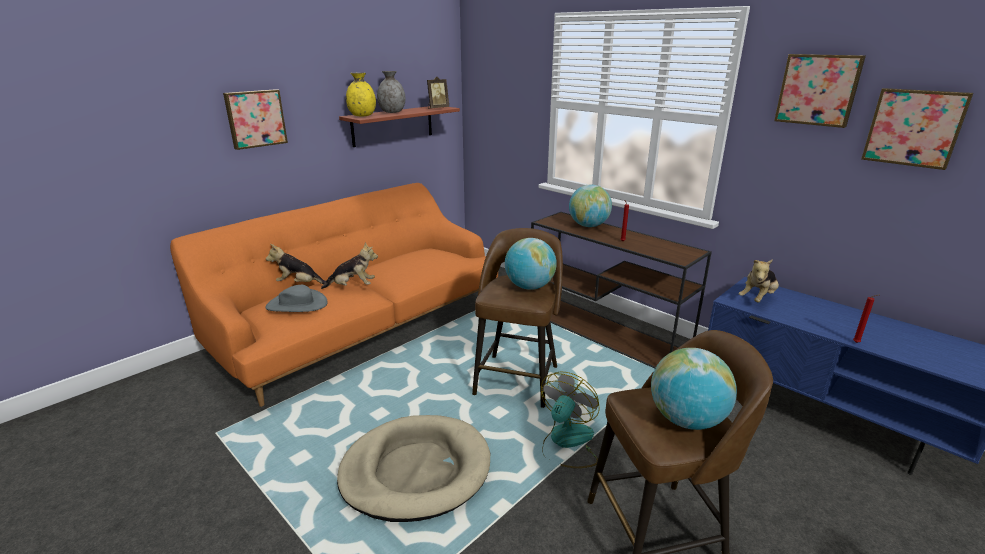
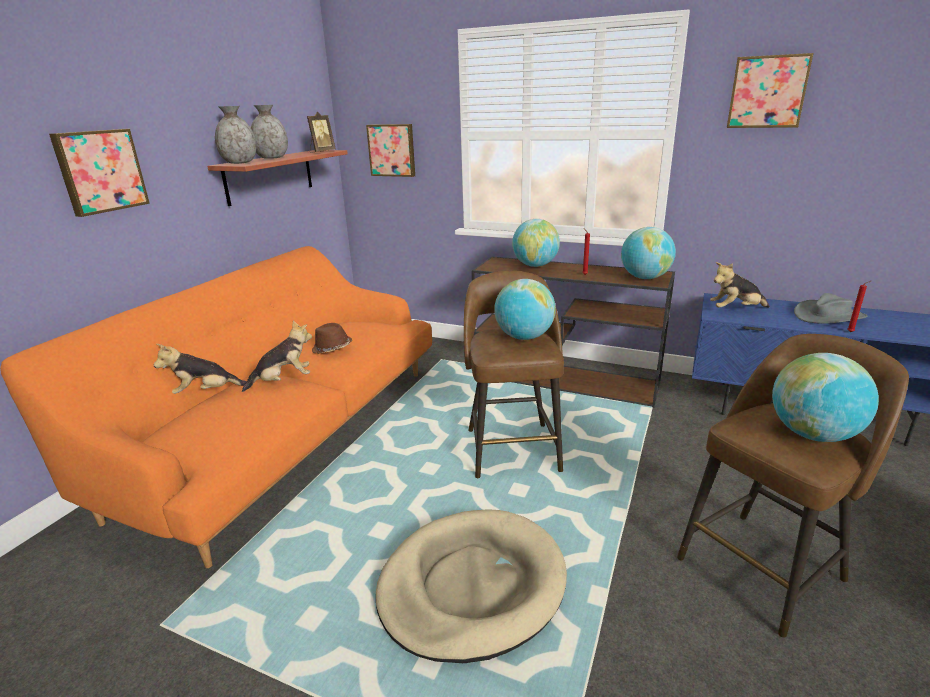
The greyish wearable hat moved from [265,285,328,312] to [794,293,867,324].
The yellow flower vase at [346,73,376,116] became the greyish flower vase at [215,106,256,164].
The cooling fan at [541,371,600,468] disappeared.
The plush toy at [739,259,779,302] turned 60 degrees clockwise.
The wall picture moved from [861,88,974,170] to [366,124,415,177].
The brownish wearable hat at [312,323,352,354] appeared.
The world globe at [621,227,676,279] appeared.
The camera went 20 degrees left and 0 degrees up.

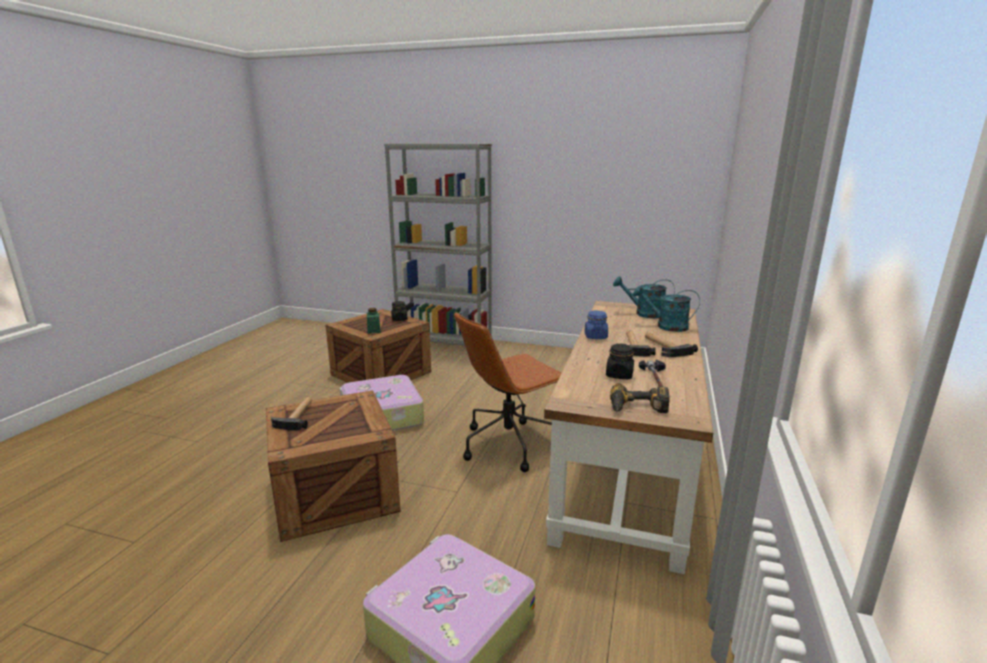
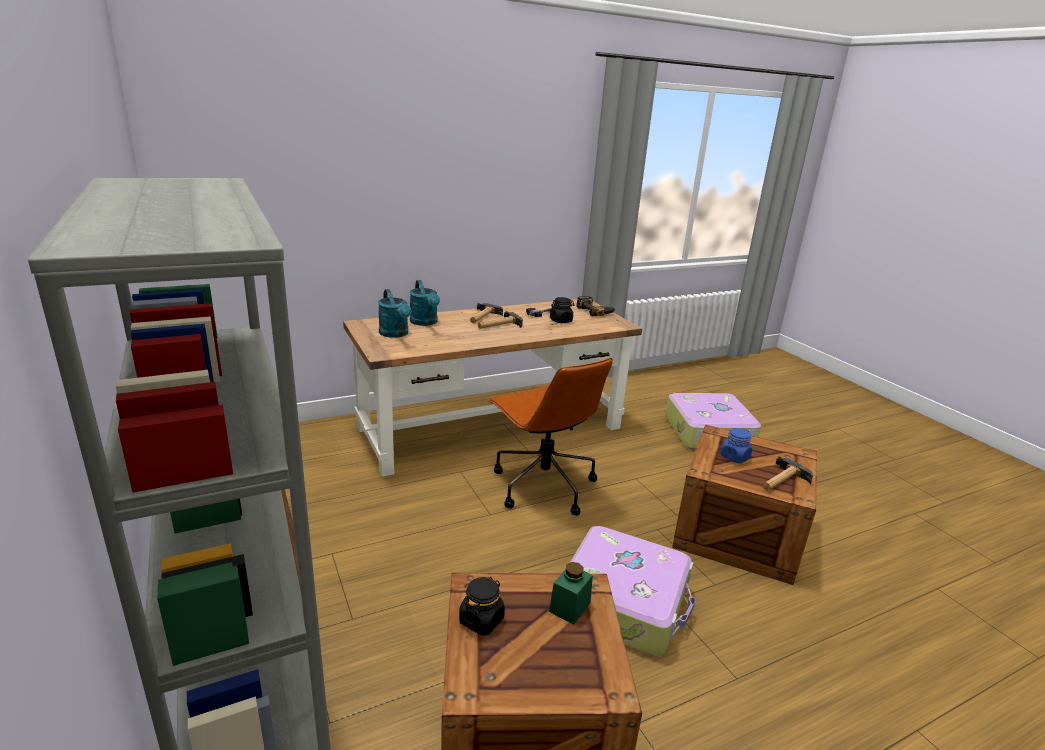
The brownish office chair at [454,312,562,472] turned 45 degrees clockwise.
The blue preserve jar moved from [584,311,608,339] to [720,428,752,464].
The camera went 135 degrees left and 5 degrees up.

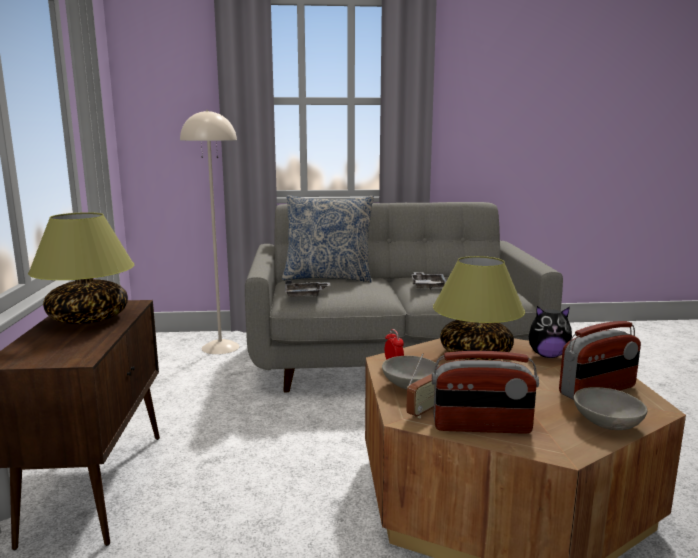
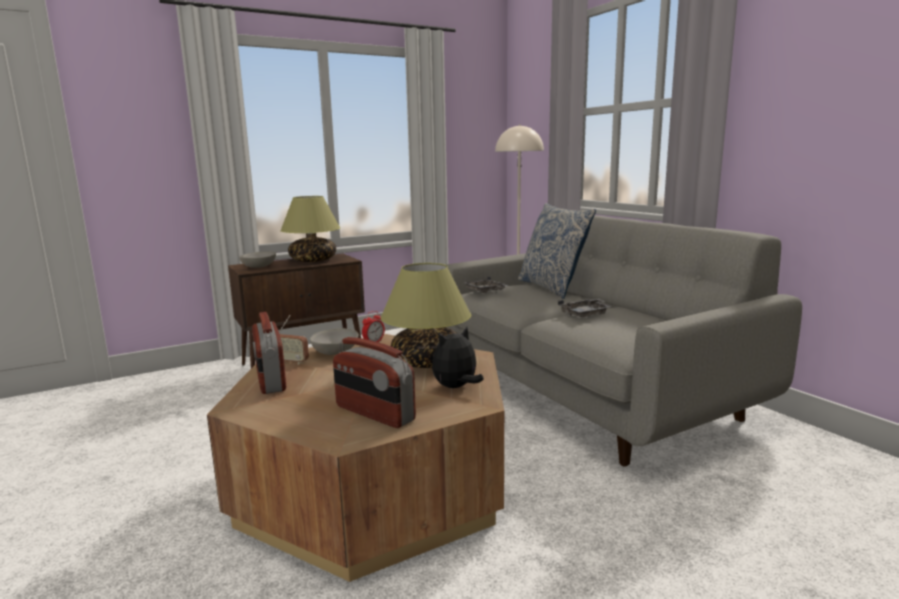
The plush toy at [529,306,572,358] turned 75 degrees clockwise.
The greyish serving bowl moved from [574,387,647,430] to [239,252,276,268].
The camera went 65 degrees right and 0 degrees up.

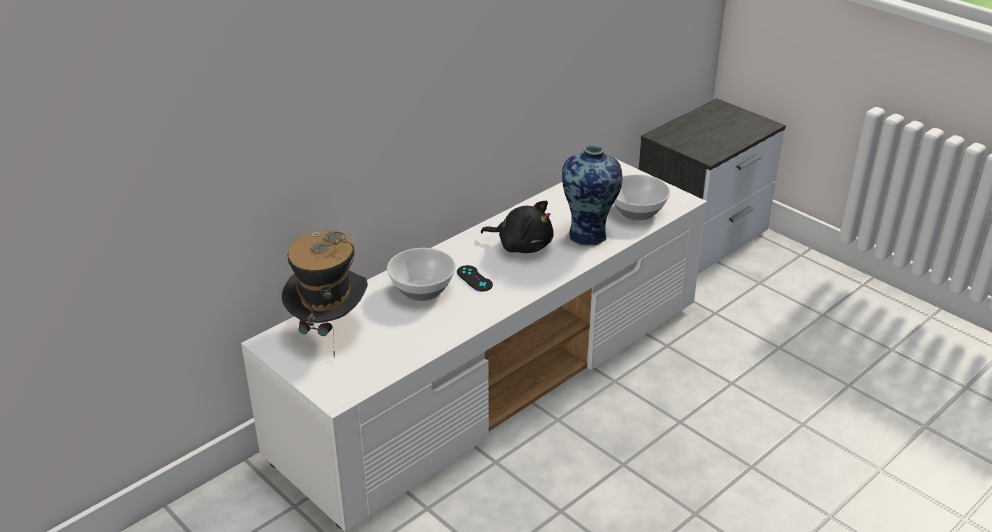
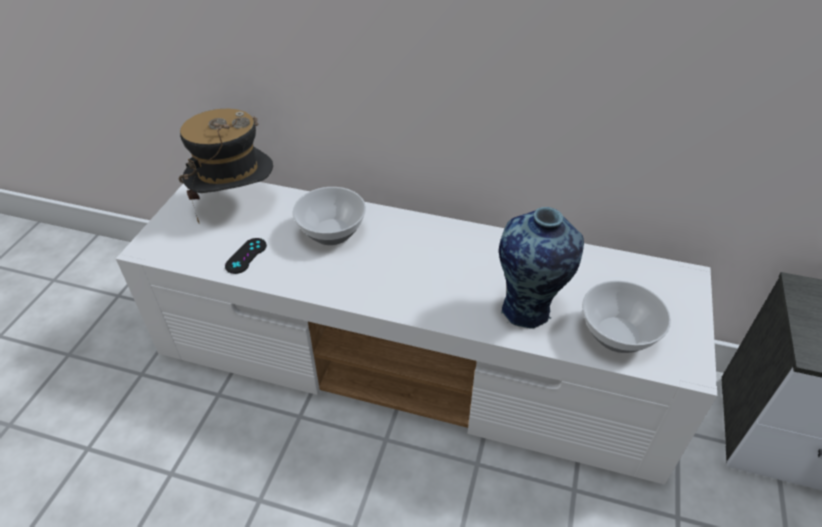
The black-coloured joypad moved from [457,265,493,291] to [225,238,267,274].
The black-coloured plush toy at [481,201,554,253] disappeared.
The camera went 60 degrees right and 10 degrees up.

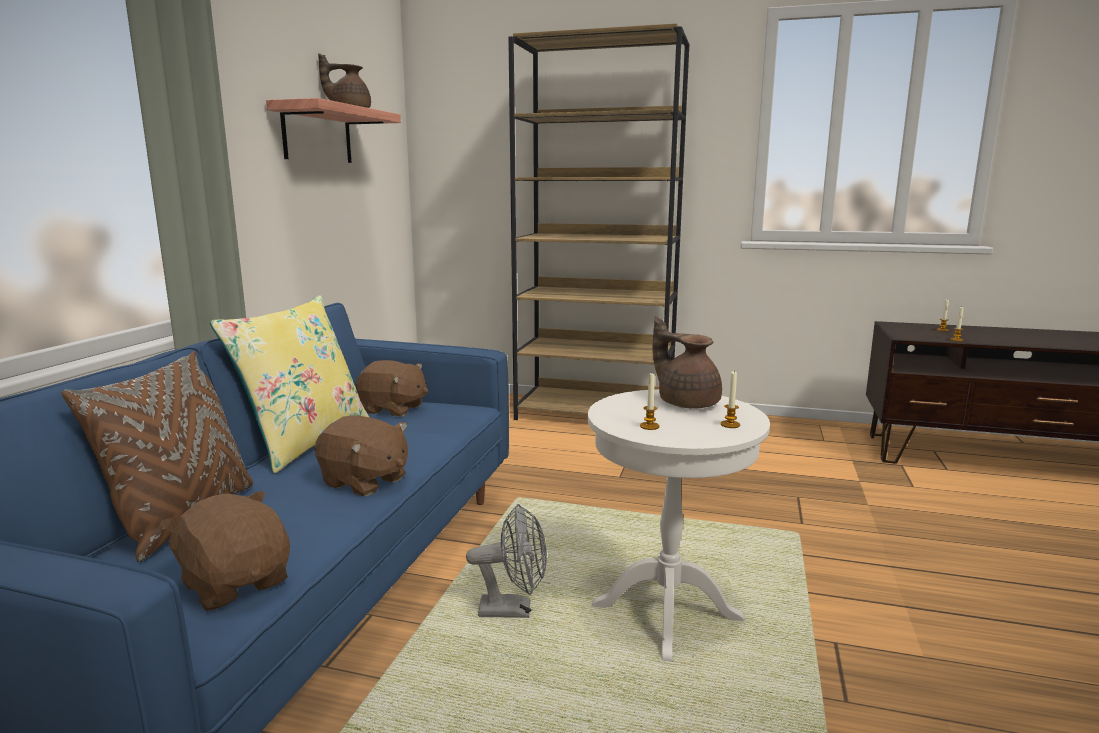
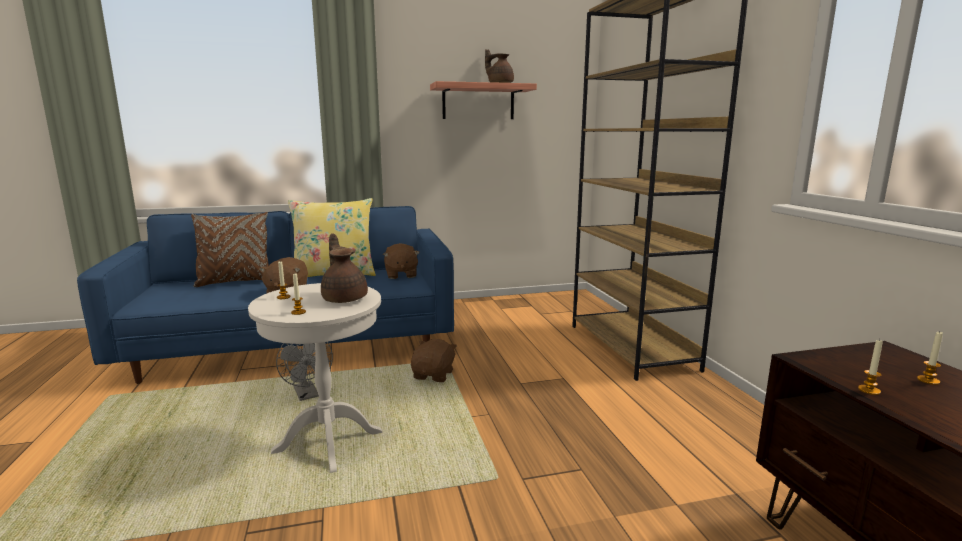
The brownish plush toy moved from [160,490,290,611] to [411,339,457,382].
The brownish teapot at [653,316,722,408] turned 45 degrees counterclockwise.
The camera went 60 degrees right and 0 degrees up.

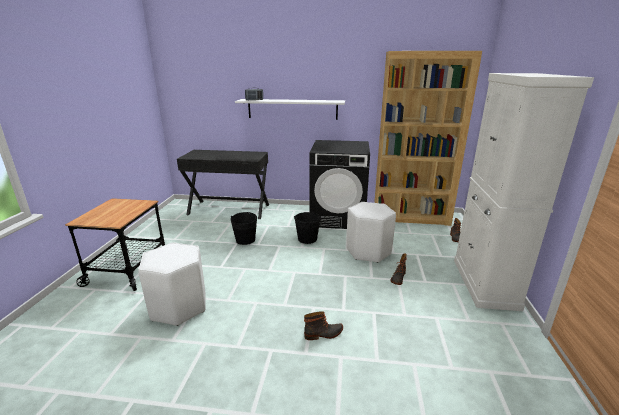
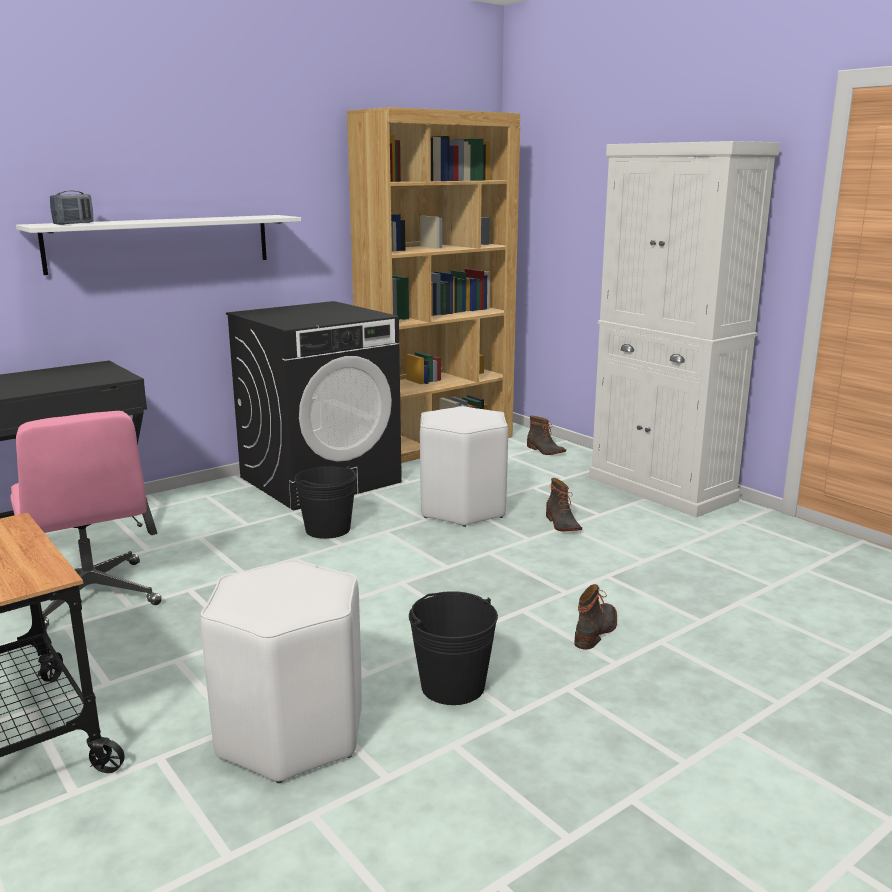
The black-coloured water bucket moved from [230,212,257,245] to [409,591,498,705].
The pink office chair at [10,411,162,630] appeared.
The camera went 45 degrees left and 5 degrees down.

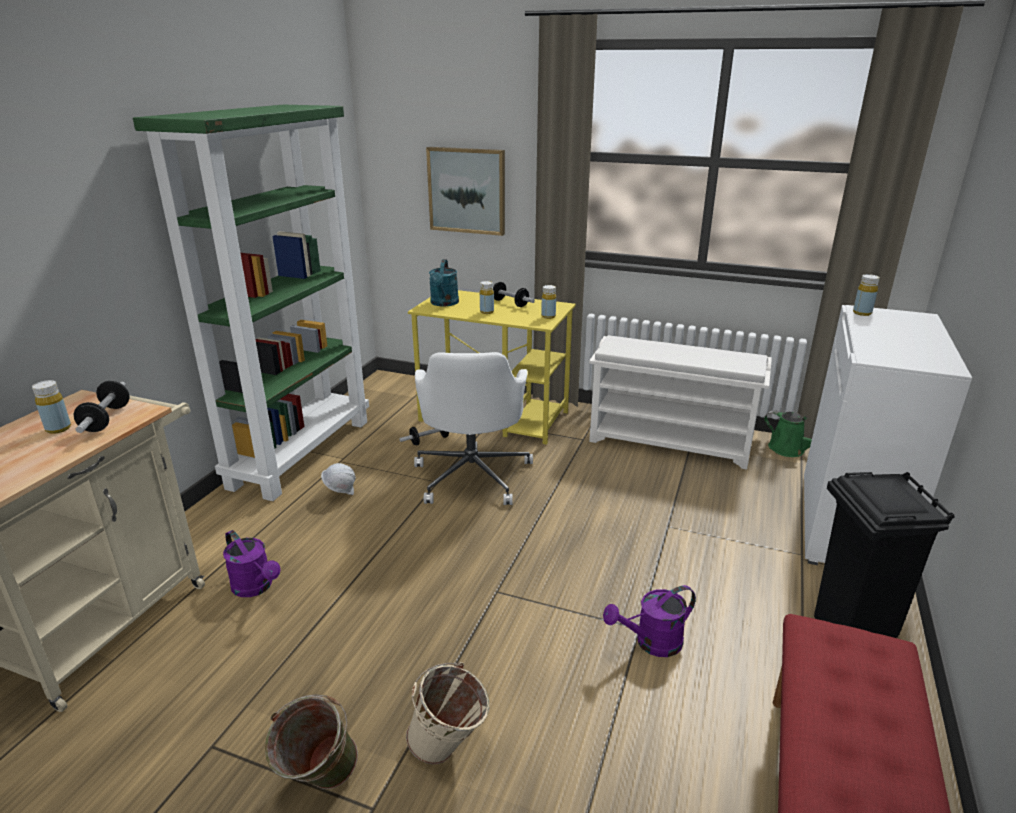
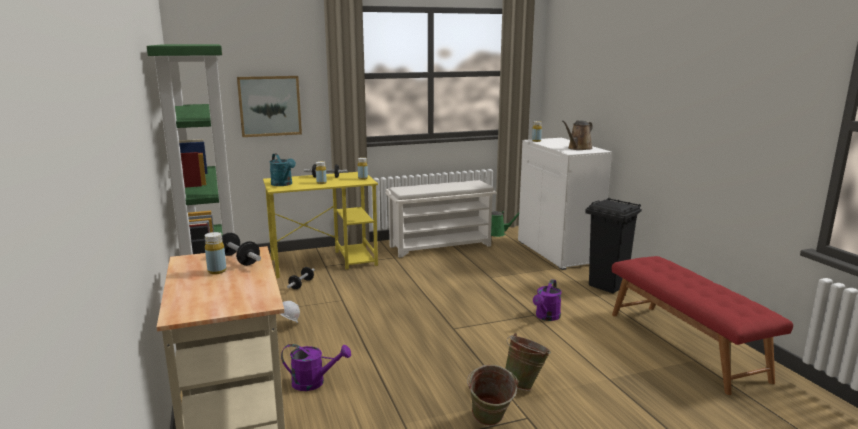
The beige-coloured water bucket at [406,662,489,764] became the green water bucket at [505,333,551,391].
The white-coloured office chair at [414,352,533,505] disappeared.
The brownish watering can at [562,120,593,150] appeared.
The camera went 40 degrees left and 10 degrees down.

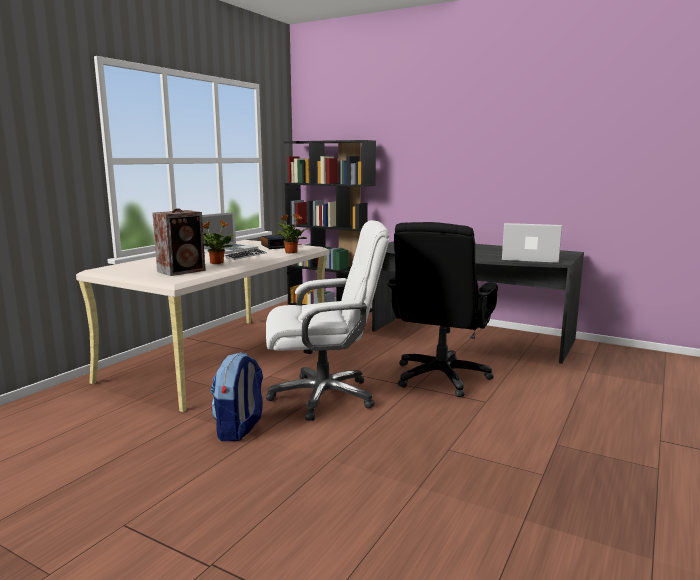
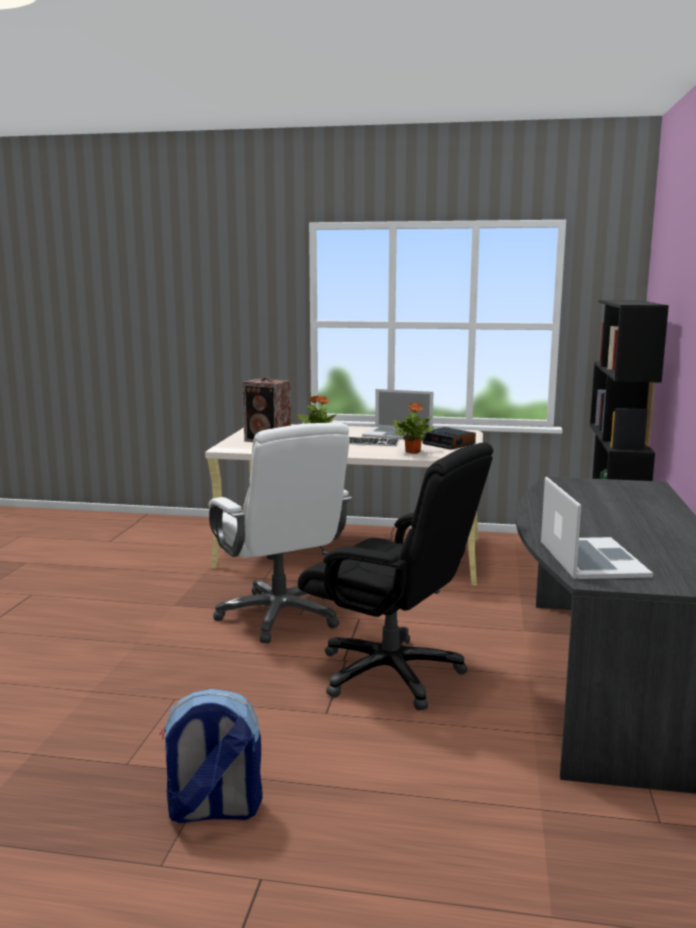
The knapsack moved from [211,352,263,441] to [160,689,263,823].
The black-coloured office chair at [387,222,498,397] turned 150 degrees counterclockwise.
The camera went 70 degrees right and 0 degrees up.

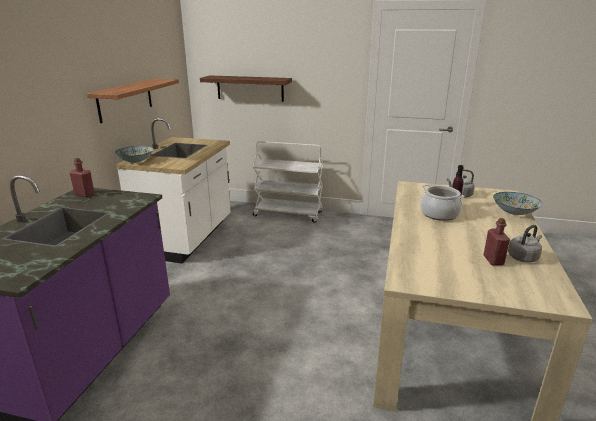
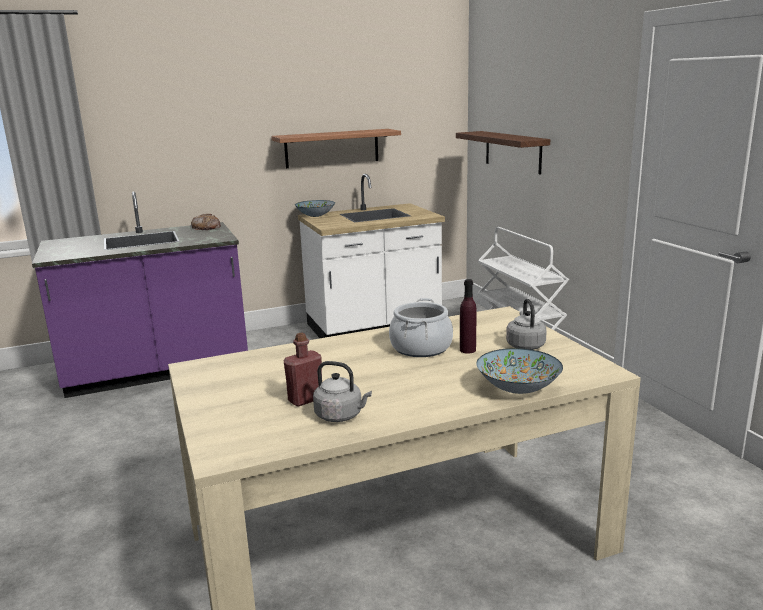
The reddish bottle at [70,158,95,197] was replaced by the bakery bread at [191,214,221,230].
The camera went 55 degrees right and 5 degrees down.

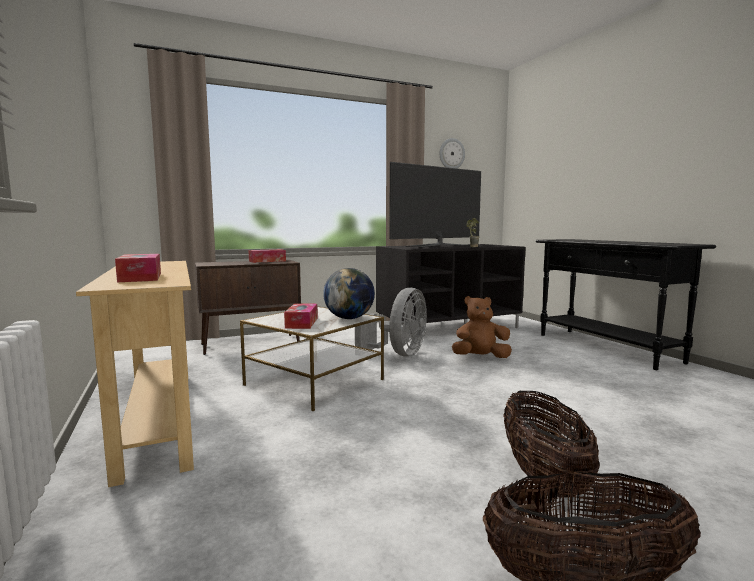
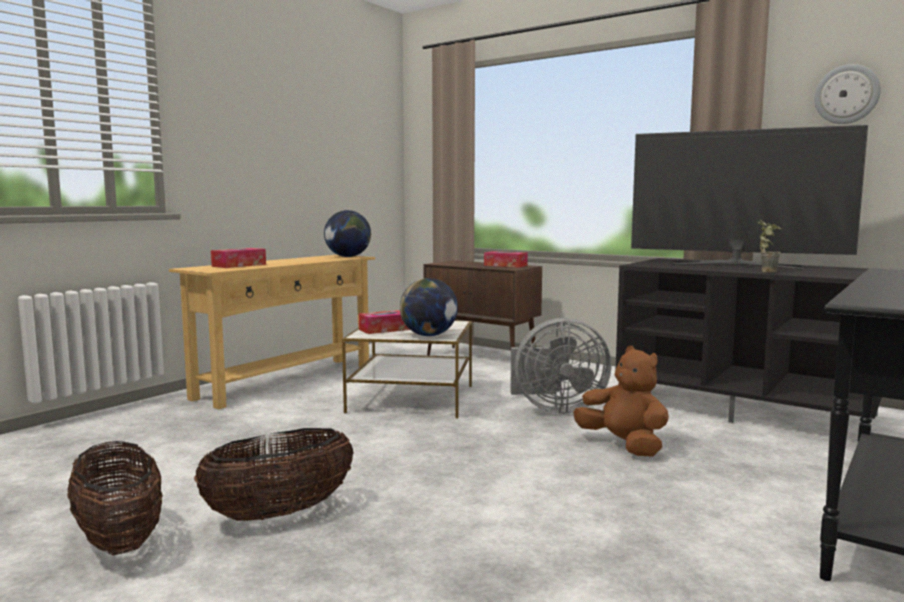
The world globe at [324,210,371,257] appeared.
The camera went 60 degrees right and 0 degrees up.

